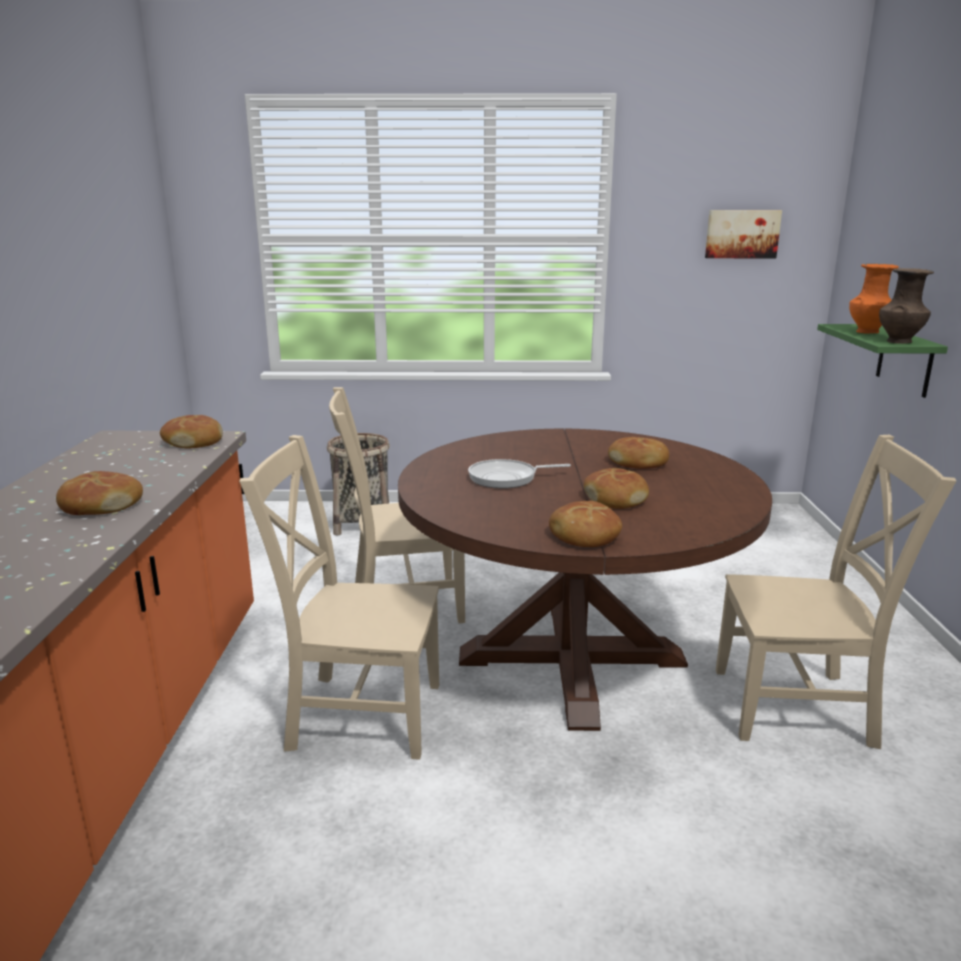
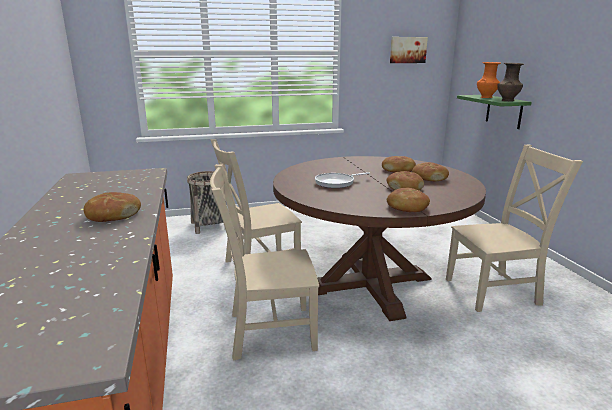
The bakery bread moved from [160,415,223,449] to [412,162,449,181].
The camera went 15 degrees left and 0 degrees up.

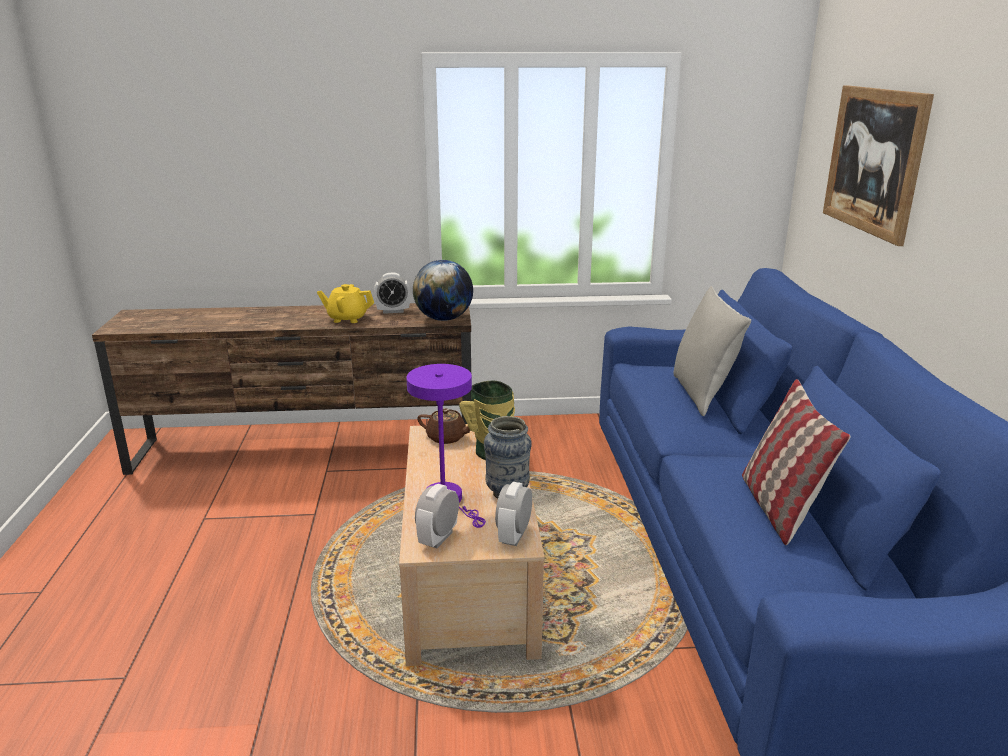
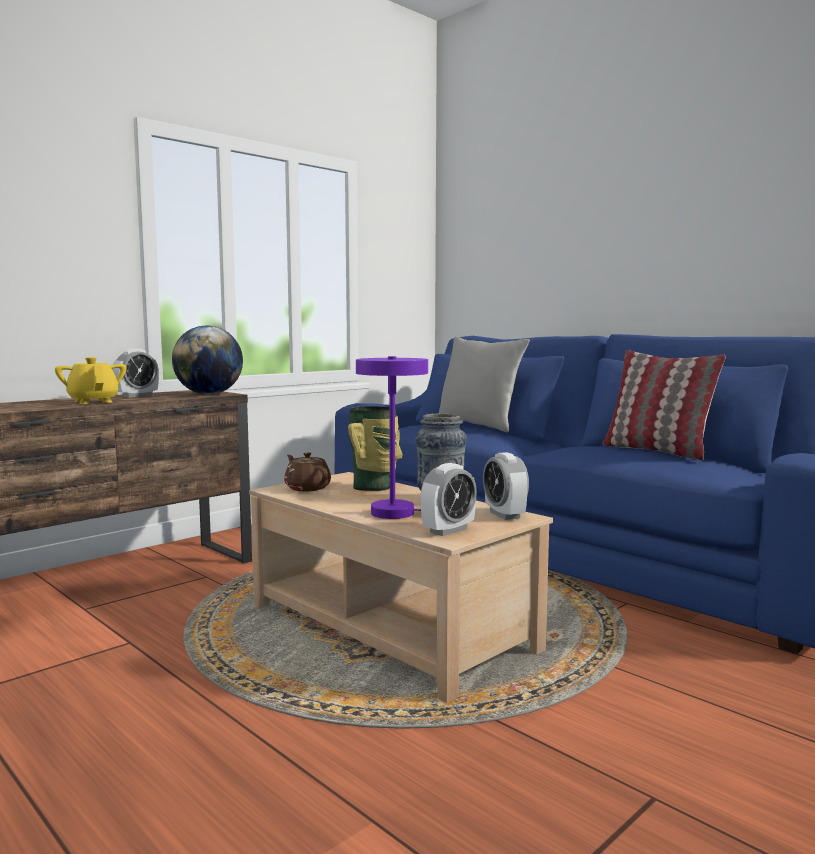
The yellow teapot at [317,284,374,323] turned 90 degrees clockwise.
The table clock at [415,484,459,548] turned 120 degrees counterclockwise.
The brownish teapot at [417,408,470,444] turned 105 degrees counterclockwise.
The wall picture at [823,85,934,246] disappeared.
The camera went 40 degrees left and 15 degrees down.

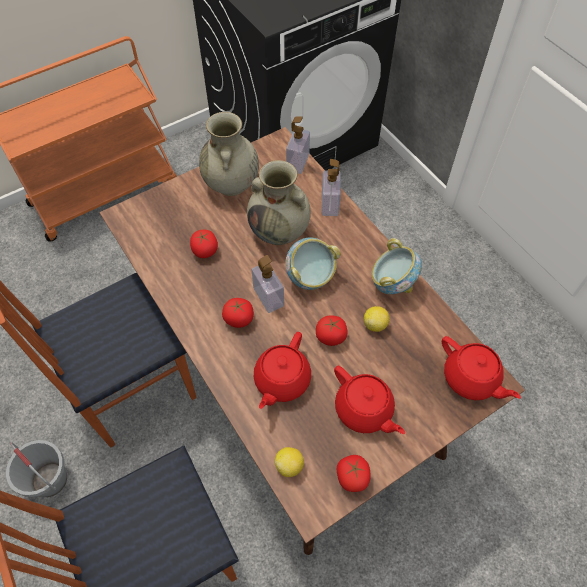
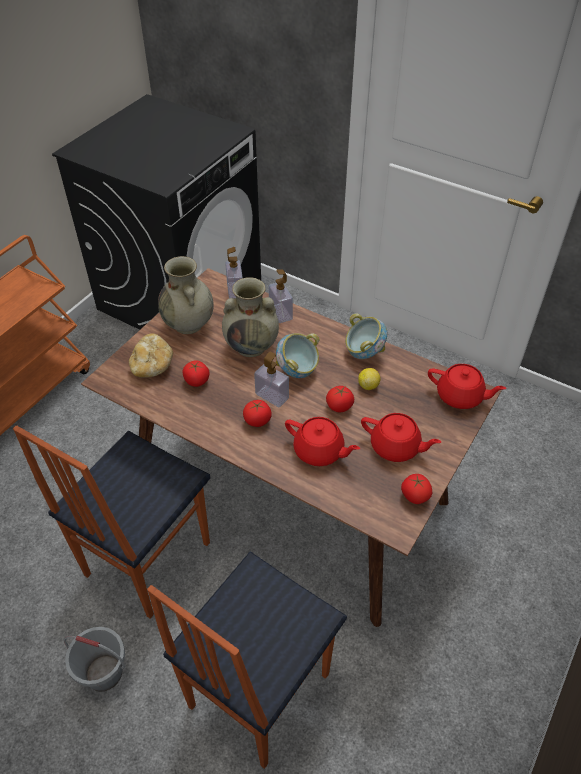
The reddish teapot at [254,332,311,409] turned 60 degrees counterclockwise.
The citrus fruit at [275,447,304,477] disappeared.
The bakery bread at [129,333,173,377] appeared.
The camera went 25 degrees left and 10 degrees down.

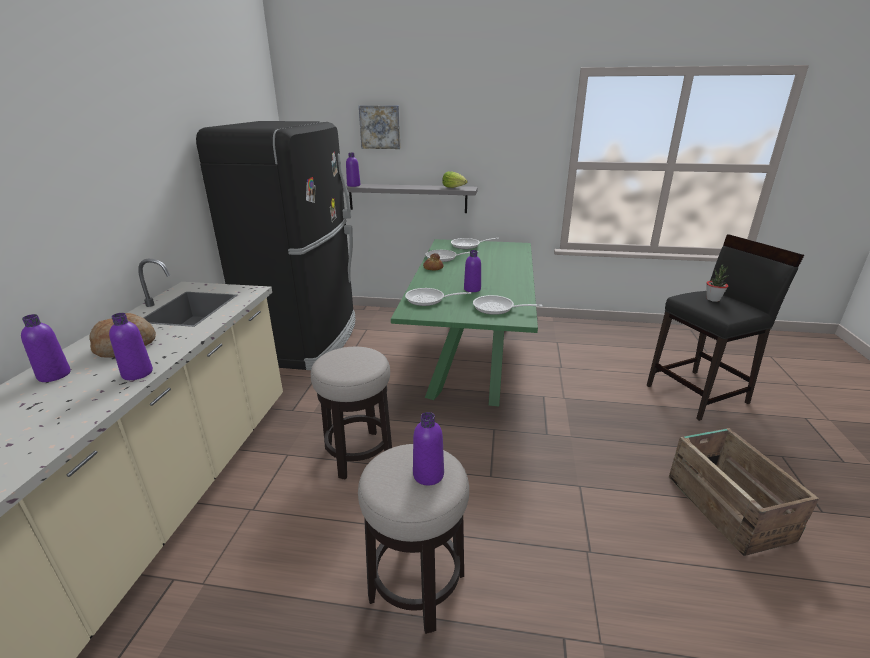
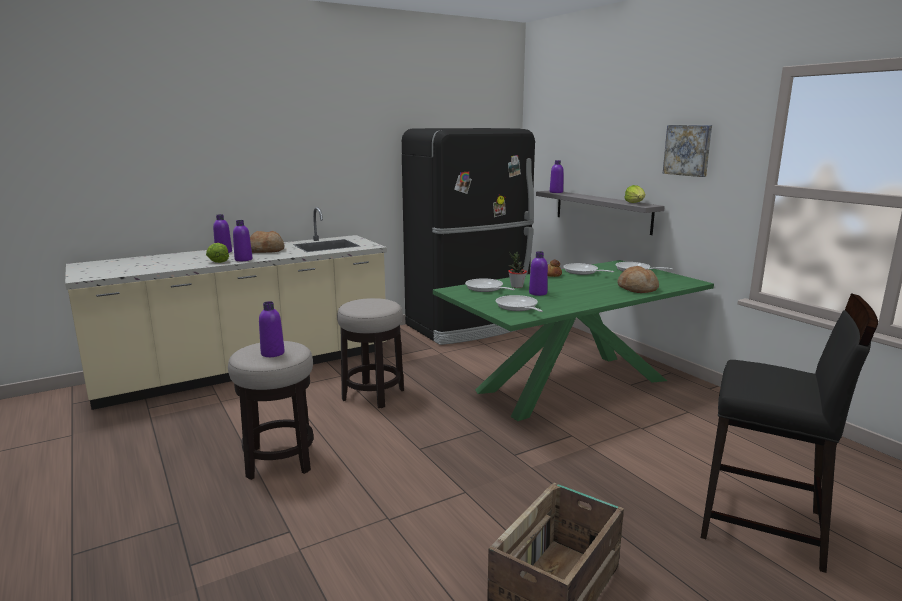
The wall picture moved from [359,105,400,149] to [663,125,712,177].
The potted plant moved from [707,265,728,302] to [508,252,527,288].
The head of lettuce at [206,243,229,263] appeared.
The bakery bread at [617,266,659,293] appeared.
The camera went 50 degrees right and 10 degrees down.

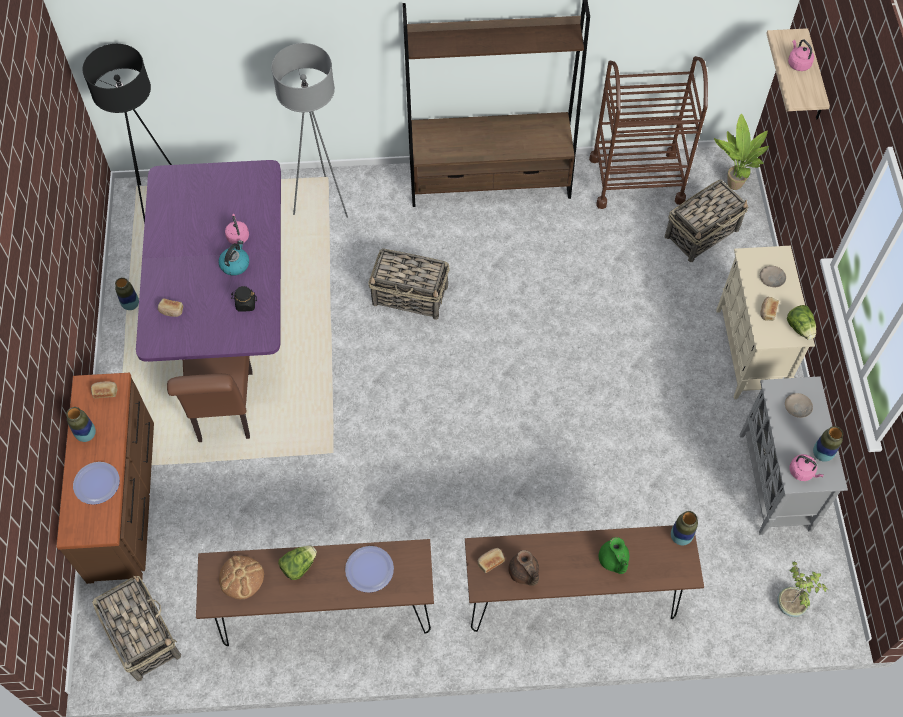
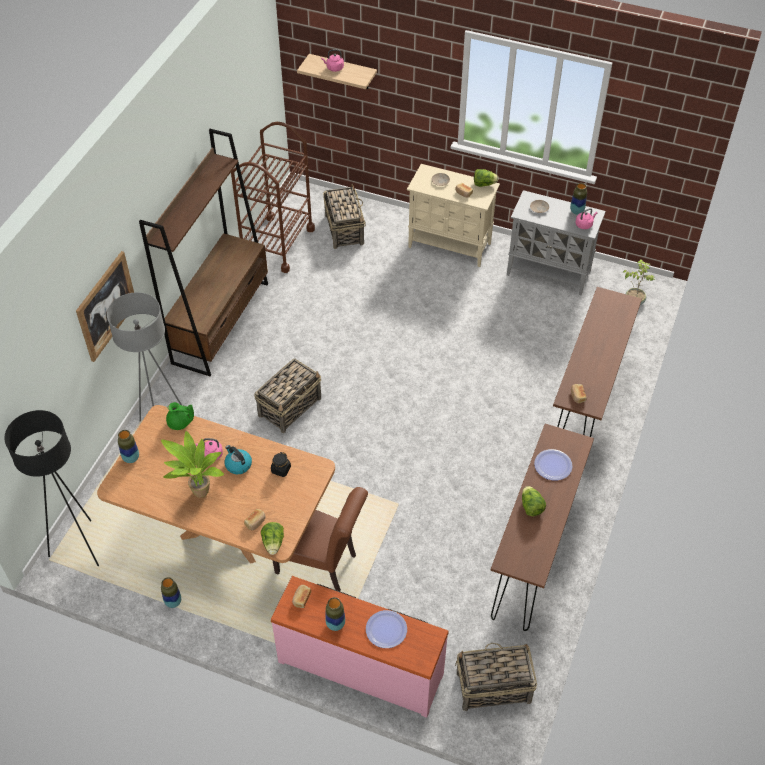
The brownish drawer chest at [56,373,154,584] became the pink drawer chest at [271,576,449,718].
The purple dinner table at [136,160,281,362] became the brownish dinner table at [97,405,335,564].
The bakery bread at [219,556,264,599] disappeared.
The brownish teapot at [508,550,539,586] disappeared.
The green teapot moved from [598,537,629,574] to [166,402,194,430].
The flower vase moved from [671,511,698,545] to [118,430,139,463].
The potted plant moved from [714,114,769,190] to [161,431,224,498].
The wall picture at [76,251,134,362] appeared.
The head of lettuce at [261,522,284,555] appeared.
The camera went 65 degrees left and 10 degrees down.

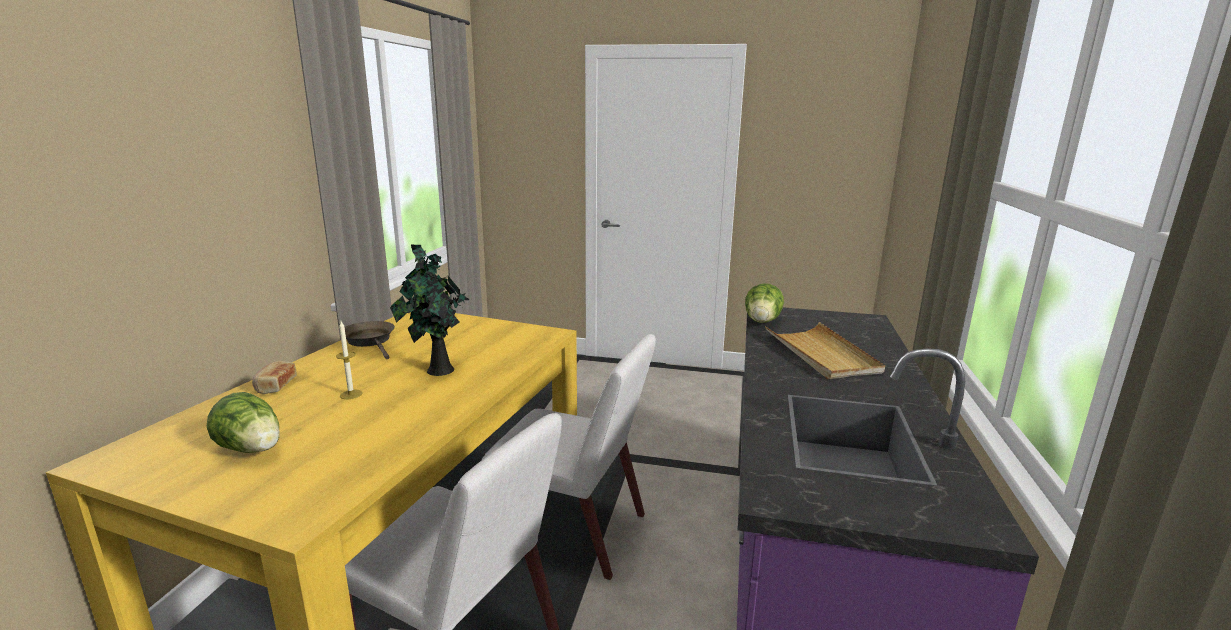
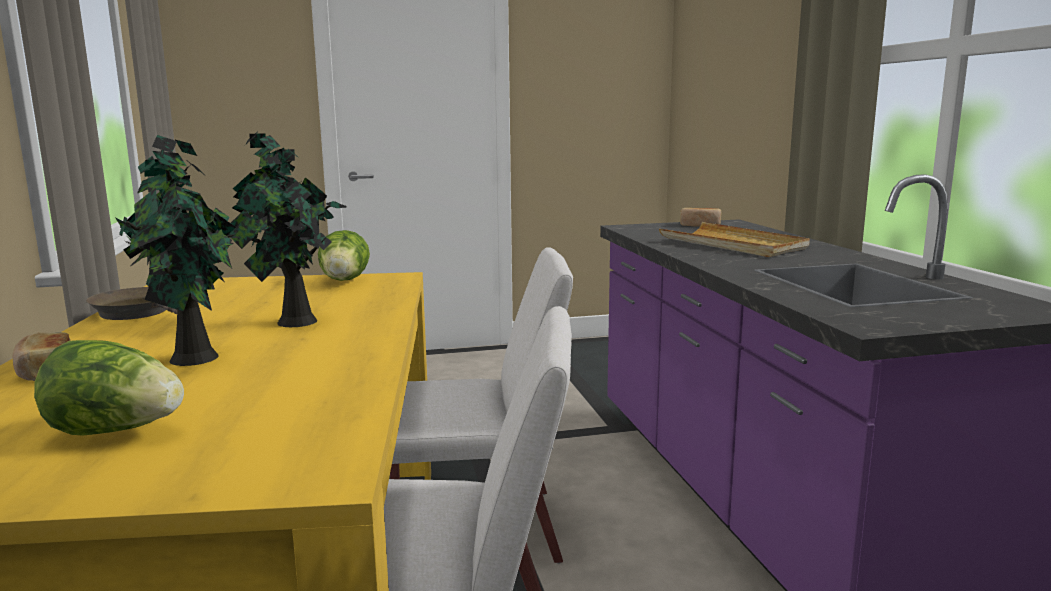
The wax light at [336,321,363,399] was replaced by the potted plant at [115,135,241,366].
The head of lettuce moved from [745,284,784,323] to [318,230,370,281].
The bakery bread at [680,208,722,226] appeared.
The camera went 25 degrees left and 5 degrees down.

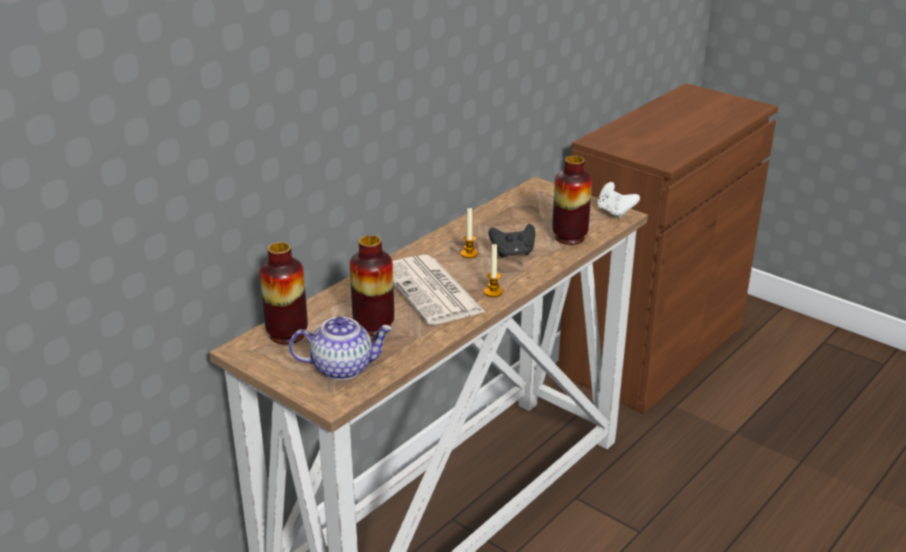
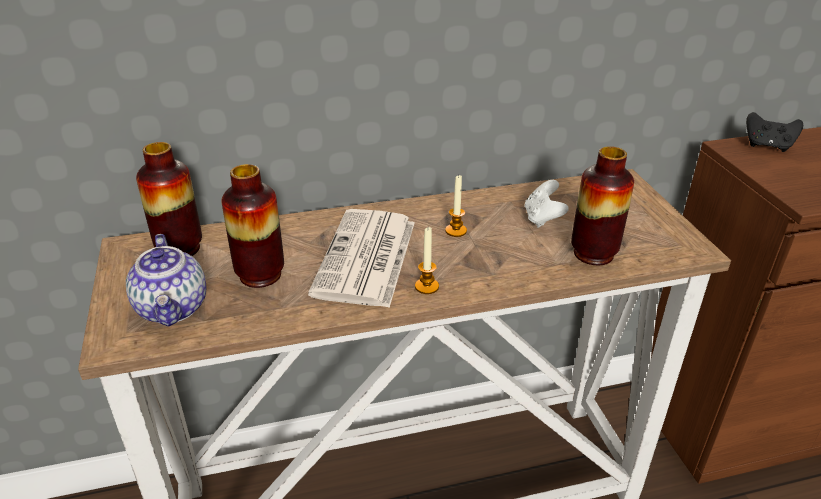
The teapot at [289,317,392,380] turned 45 degrees clockwise.
The black-coloured joypad moved from [488,224,535,258] to [746,112,803,152].
The white-coloured joypad moved from [597,182,640,218] to [524,180,569,228].
The camera went 35 degrees right and 5 degrees up.

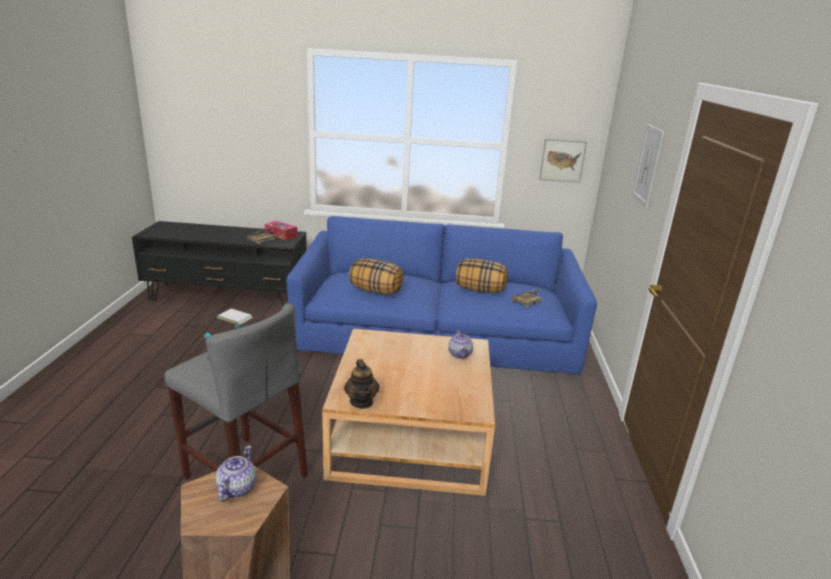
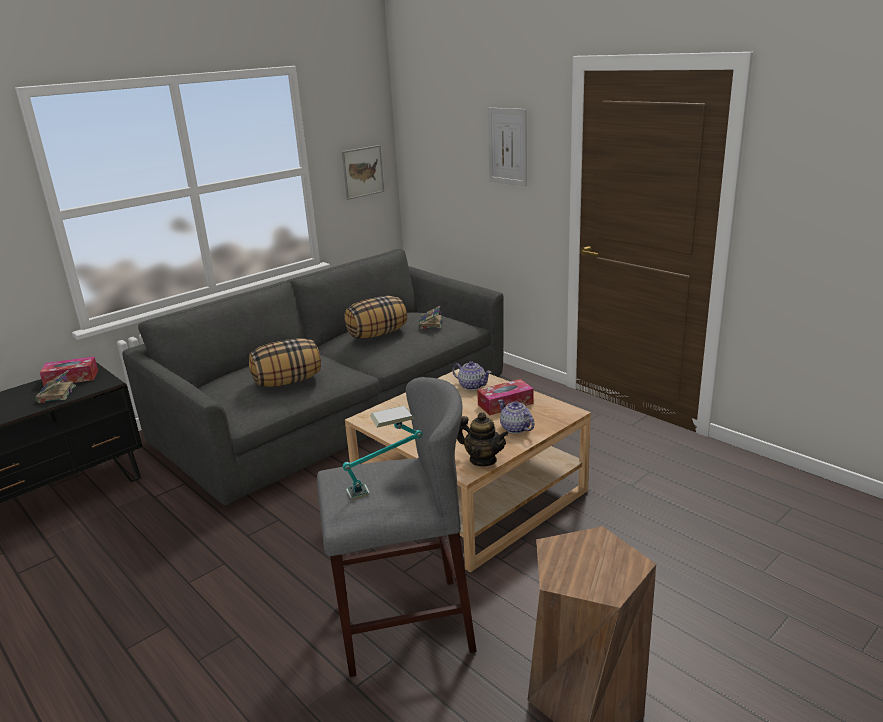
The teapot moved from [215,446,256,502] to [498,400,534,434].
The blue couch at [286,216,597,374] became the greyish couch at [122,249,504,505].
The box of tissues at [477,379,534,415] appeared.
The camera went 45 degrees left and 0 degrees up.

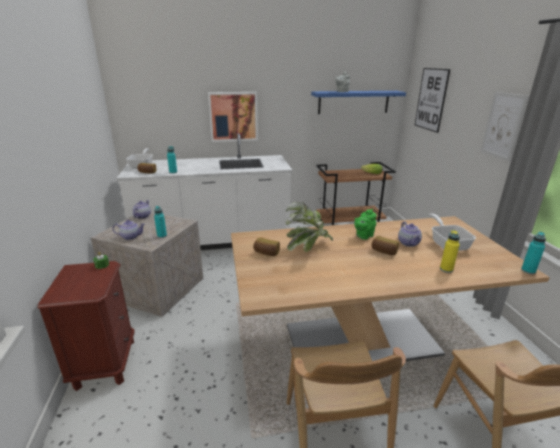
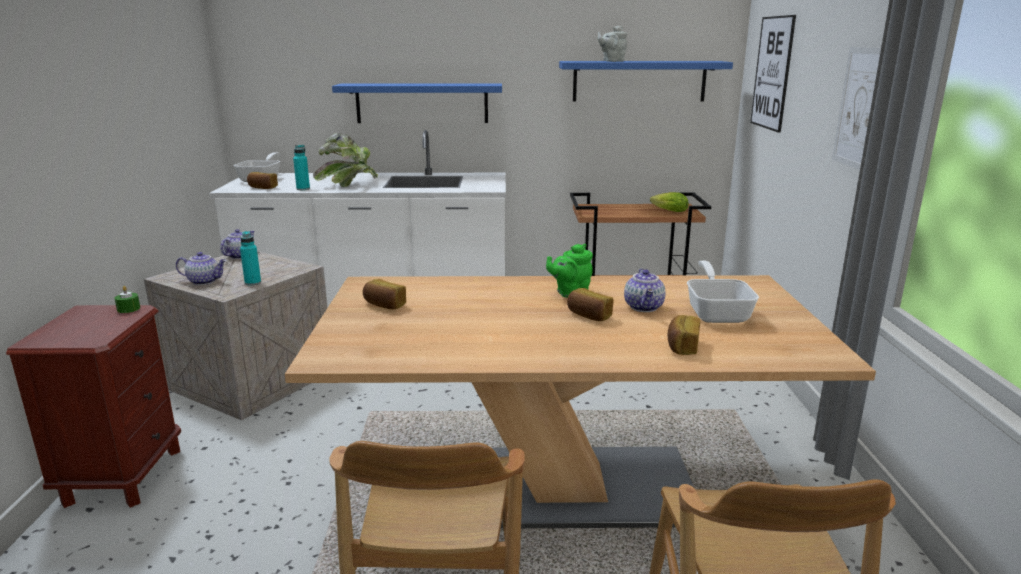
The wall picture at [208,92,258,142] was replaced by the blue wall shelf at [332,83,502,123].
The potted plant moved from [286,202,333,252] to [313,133,378,187].
The yellow bottle at [440,230,460,273] was replaced by the bakery bread at [667,315,700,355].
The turquoise-coloured bottle at [521,232,546,274] disappeared.
The camera went 10 degrees right and 5 degrees down.

